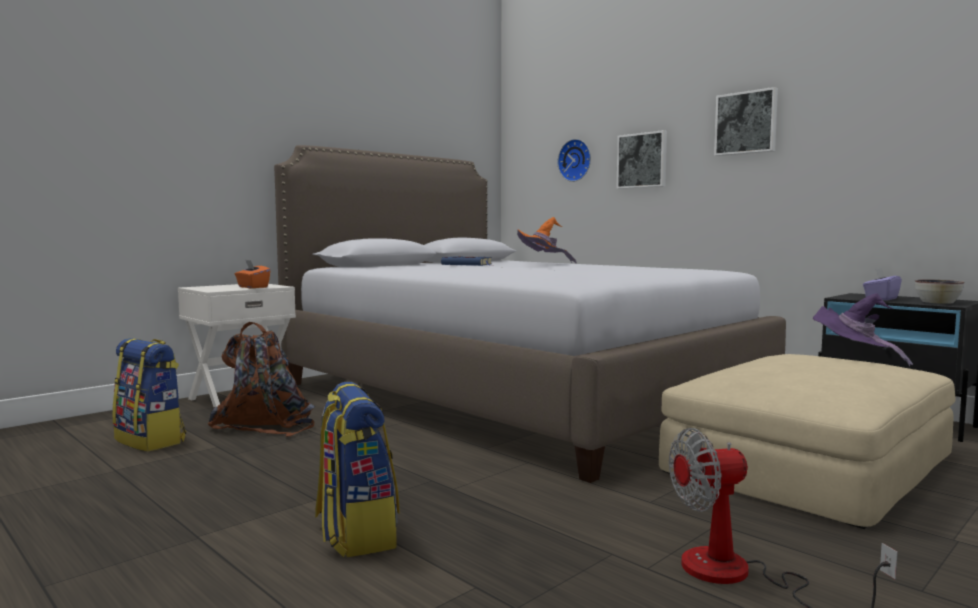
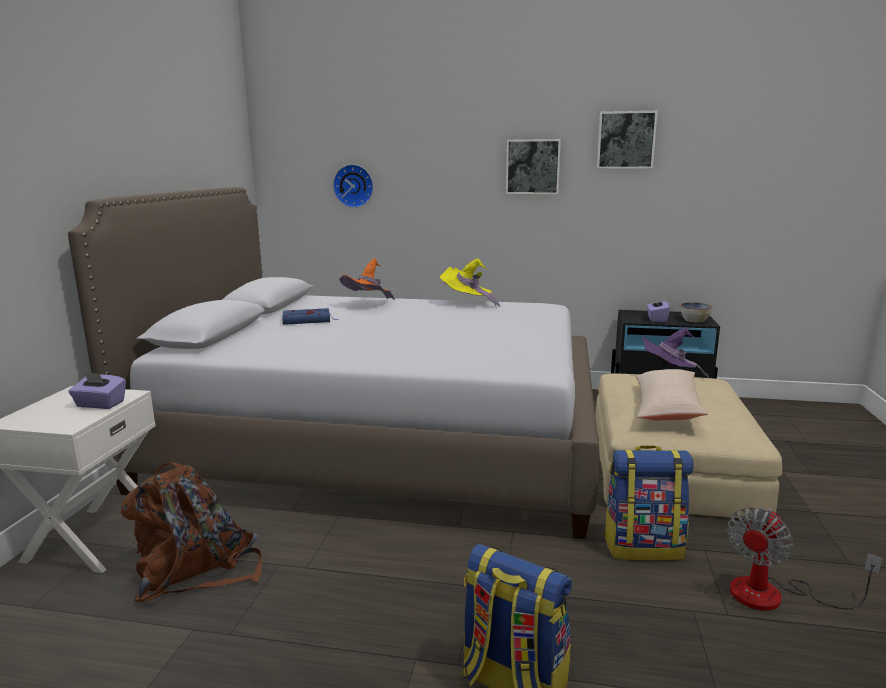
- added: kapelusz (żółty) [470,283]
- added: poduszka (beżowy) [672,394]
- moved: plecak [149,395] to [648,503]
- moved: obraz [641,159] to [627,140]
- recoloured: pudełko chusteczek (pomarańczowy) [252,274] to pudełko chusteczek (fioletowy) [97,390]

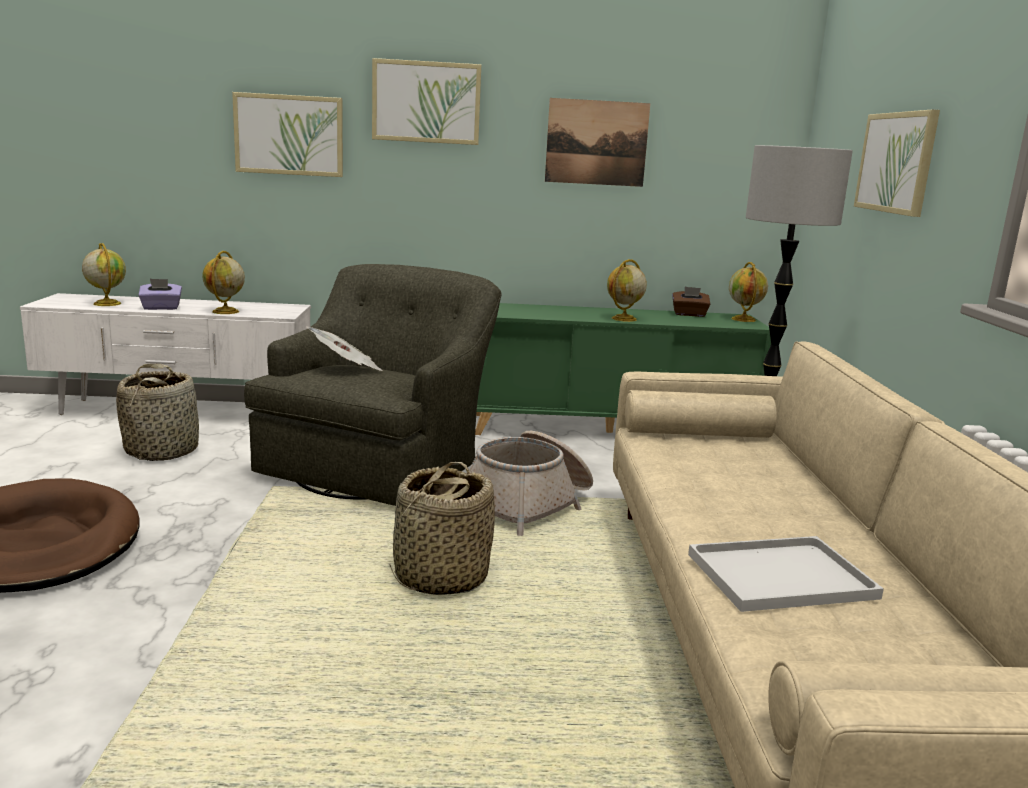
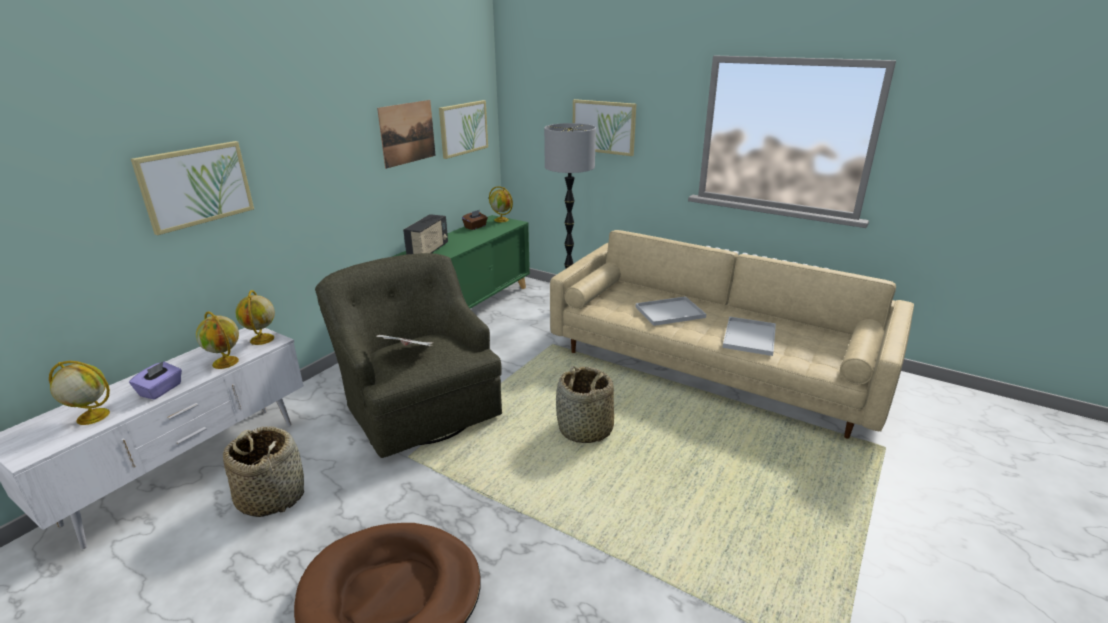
- removed: koszyk [531,483]
- added: radio [425,234]
- added: taca (biały) [671,311]
- moved: obraz [426,101] to [463,129]
- moved: globus [627,290] to [255,317]

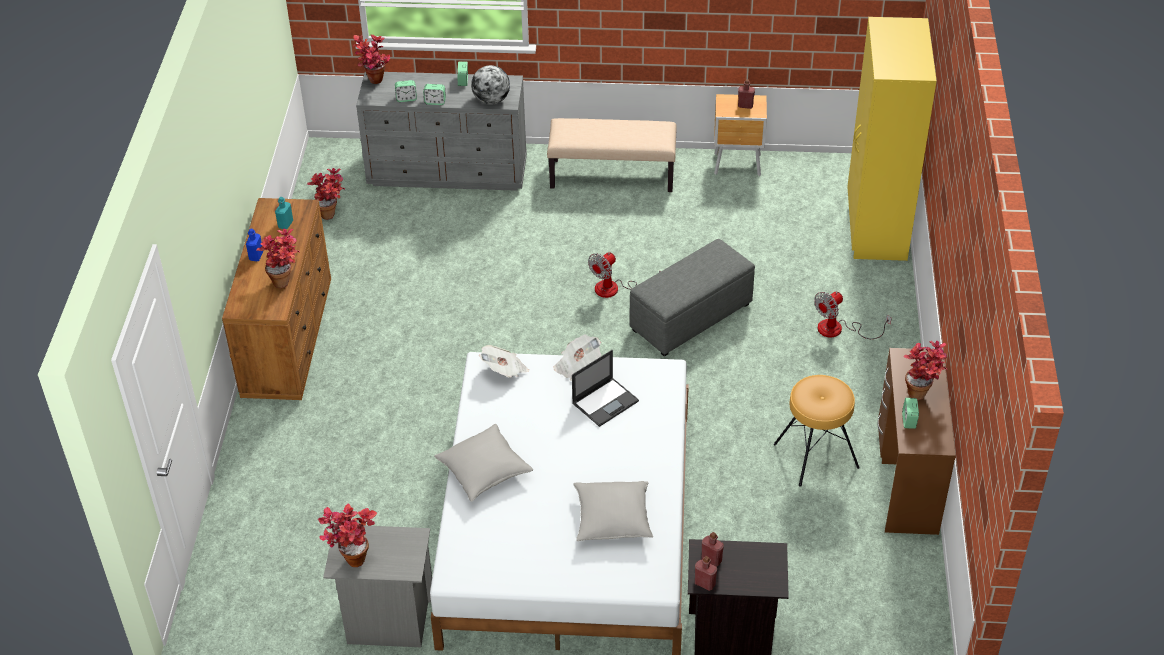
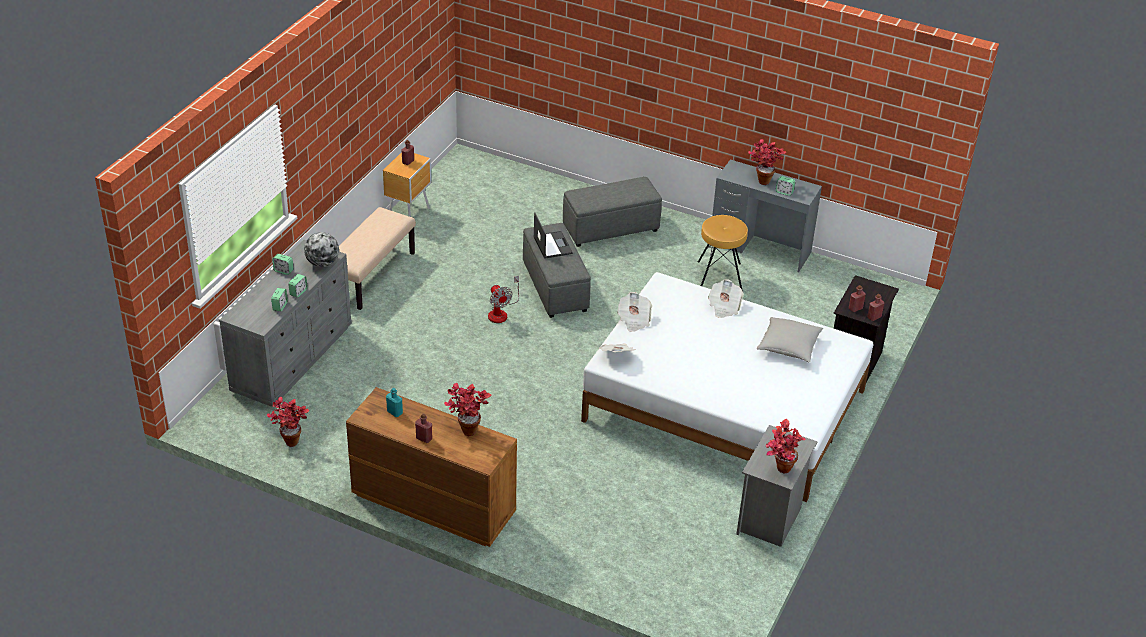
- removed: roślina doniczkowa [371,59]
- removed: poduszka (szary) [483,463]
- removed: szafa (żółty) [892,139]
- added: gazeta [726,298]
- moved: laptop [605,388] to [553,235]
- replaced: wentylator [852,315] to pufa (szary) [612,212]
- recoloured: butelka (niebieski) [254,245] to butelka (czerwony) [423,428]
- recoloured: biurko (brązowy) [916,441] to biurko (szary) [767,216]

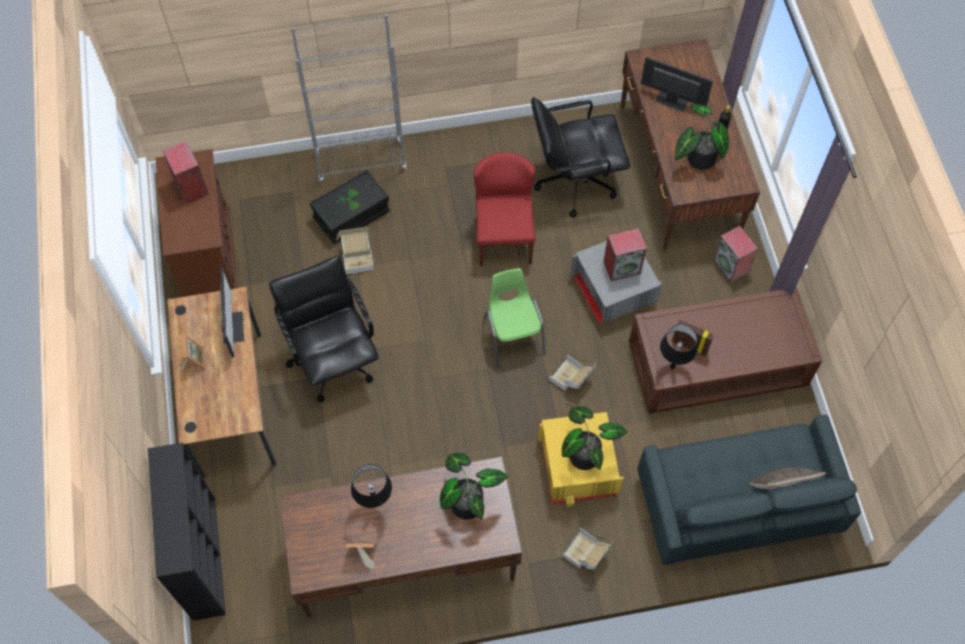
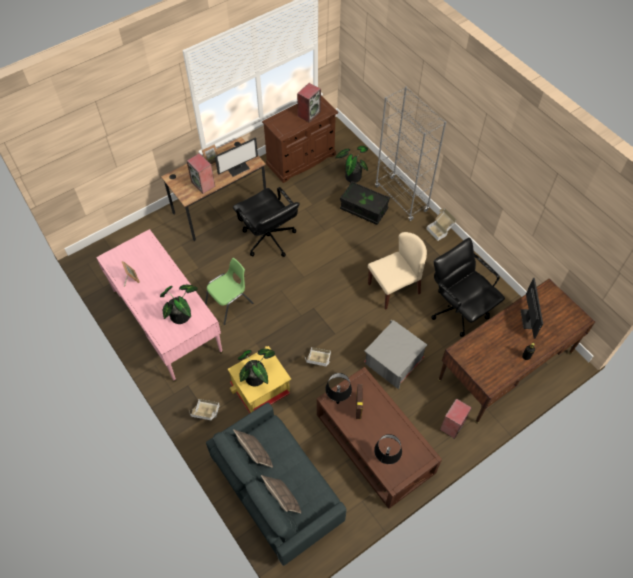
- removed: regał (czarny) [187,531]
- added: poduszka [253,448]
- moved: karton [355,250] to [441,224]
- moved: lampa stołowa (czarny) [371,486] to [388,449]
- moved: krzesło (zielony) [514,317] to [229,291]
- moved: głośnik [625,255] to [201,173]
- moved: roślina doniczkowa [702,137] to [351,164]
- recoloured: biurko (brązowy) [401,538] to biurko (różowy) [159,305]
- recoloured: krzesło (czerwony) [504,209] to krzesło (beżowy) [397,271]
- turned: krzesło biurowe (czarny) [324,329] = [266,222] 105 degrees clockwise

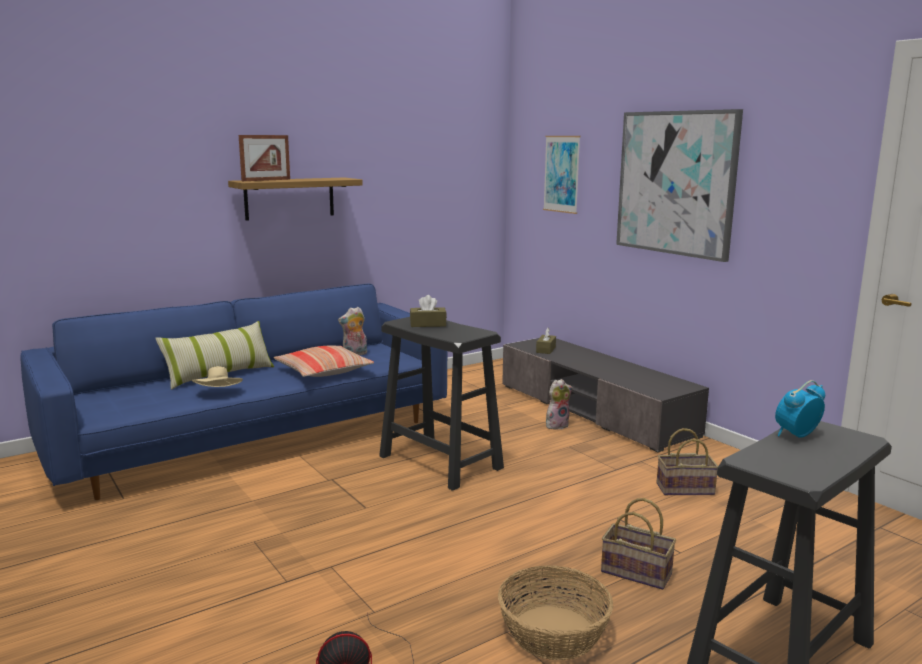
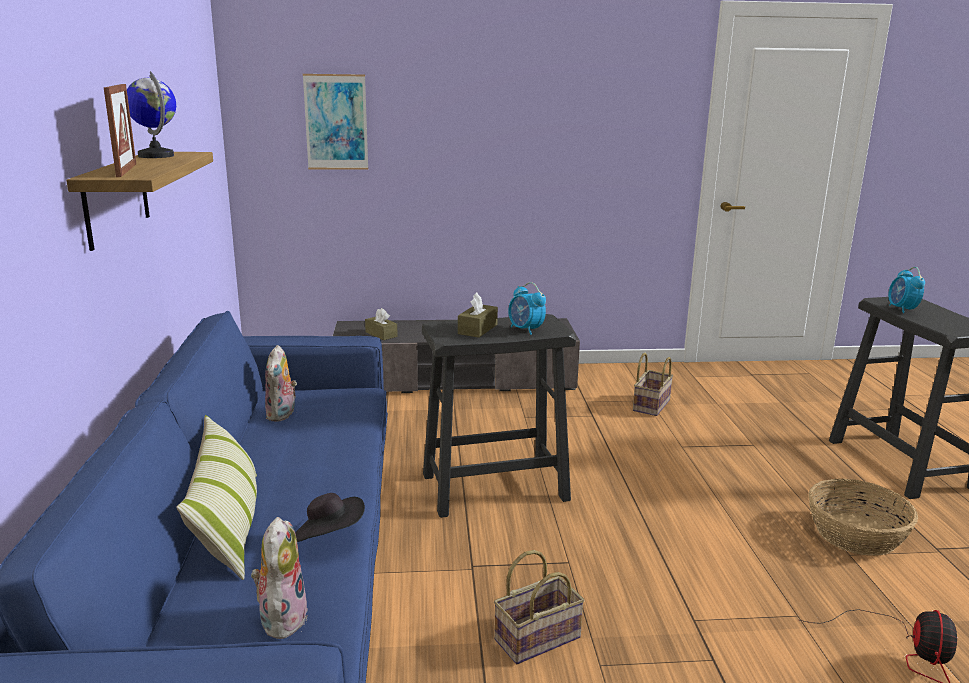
- removed: poduszka [324,361]
- removed: obraz [679,185]
- added: globus [151,114]
- added: budzik [527,308]
- moved: pluszak [559,404] to [279,578]
- moved: koszyk [638,544] to [539,607]
- recoloured: kapelusz (beżowy) [217,376] to kapelusz (czarny) [330,517]

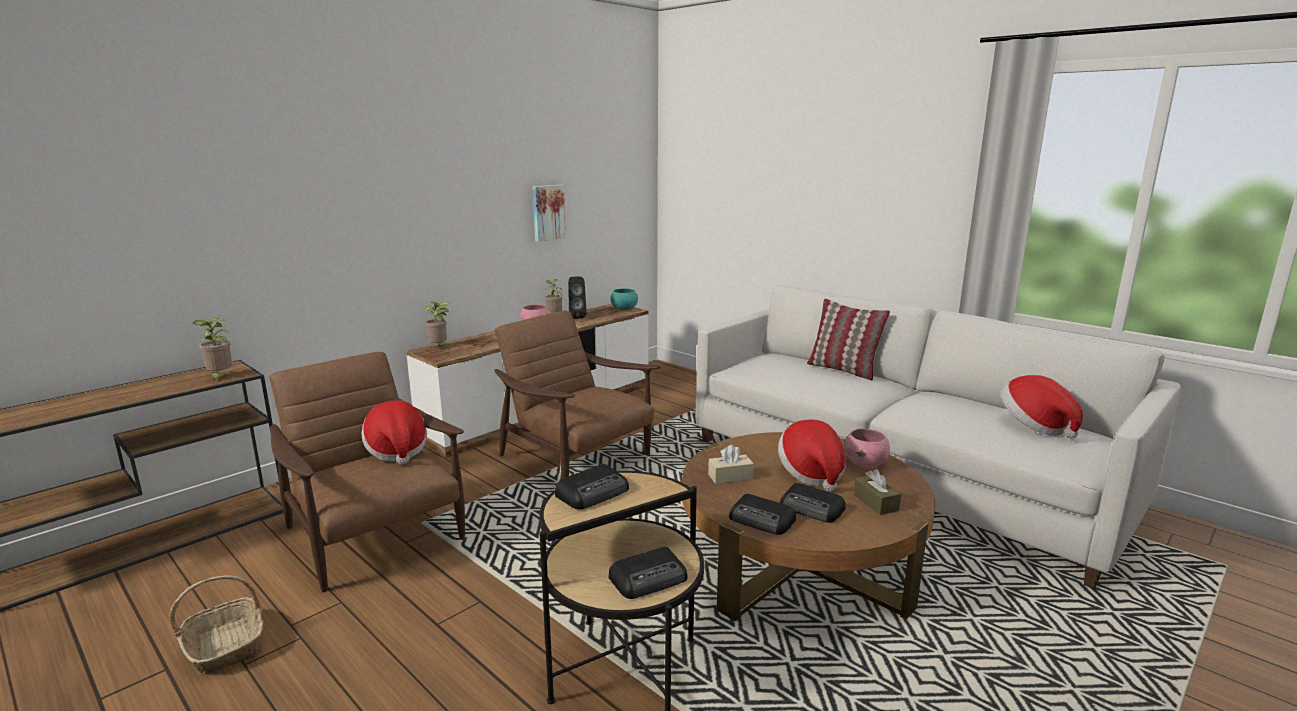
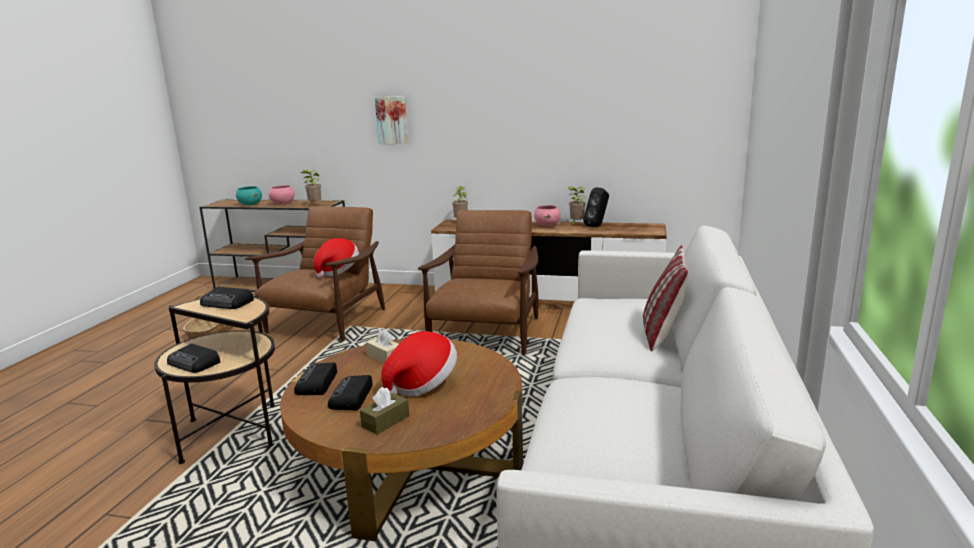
- removed: kapelusz [1042,407]
- moved: obraz [549,213] to [391,120]
- moved: miska (turkusowy) [624,299] to [249,196]
- moved: miska (różowy) [867,447] to [282,195]

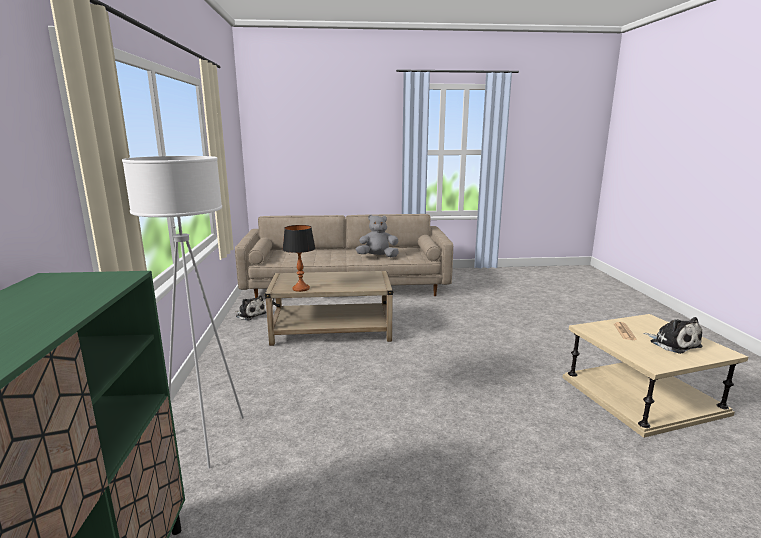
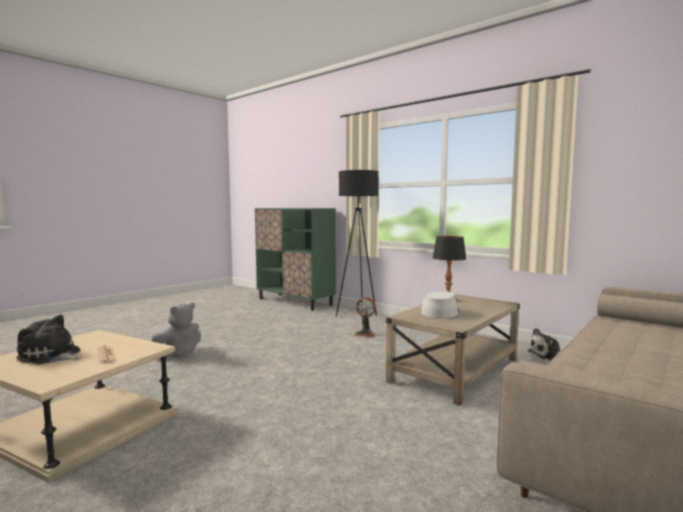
- added: wentylator [365,317]
- added: kapelusz (szary) [440,304]
- moved: pluszak (szary) [377,236] to [176,331]
- recoloured: lampa stojąca (biały) [183,312] to lampa stojąca (czarny) [357,247]

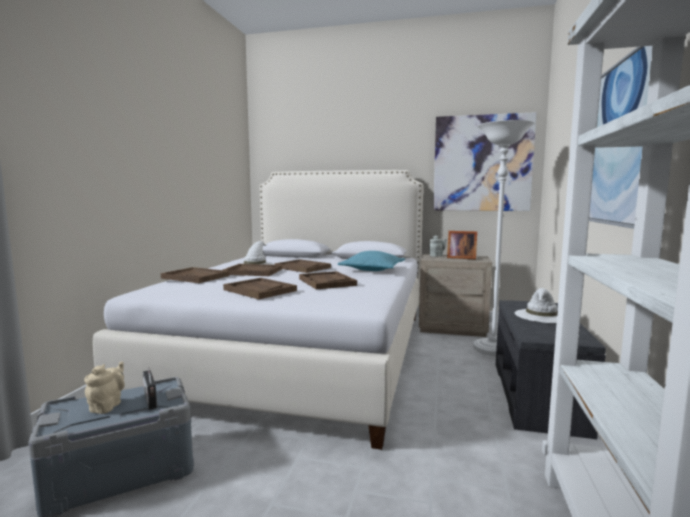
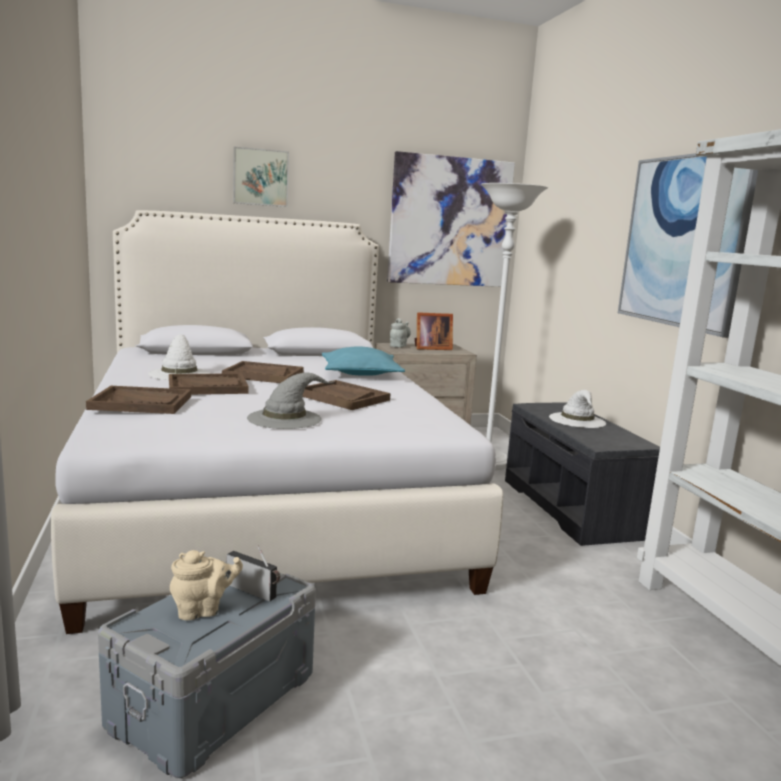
- added: obraz [261,177]
- replaced: taca (brązowy) [260,288] to kapelusz (szary) [291,400]
- turned: imbryk (beżowy) [104,387] = [206,585] 90 degrees clockwise

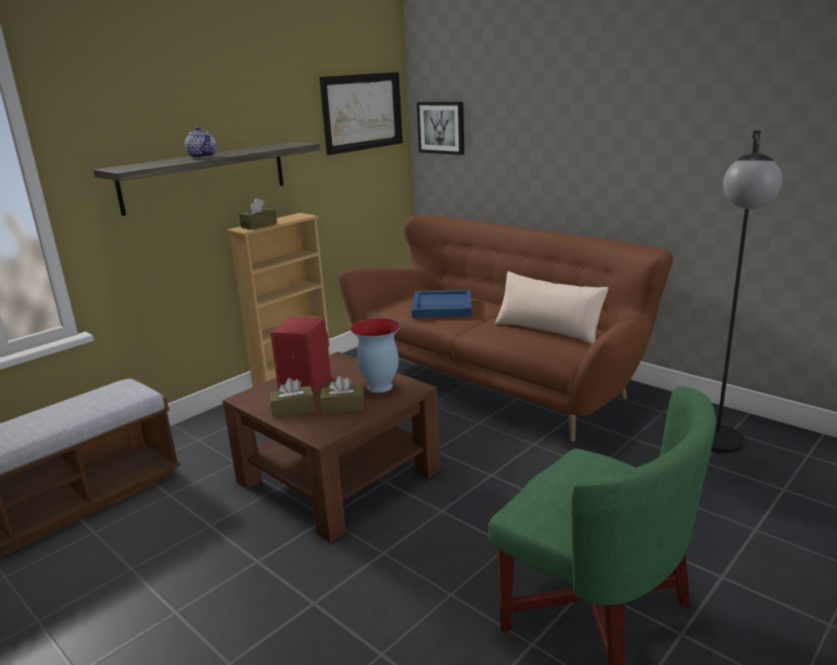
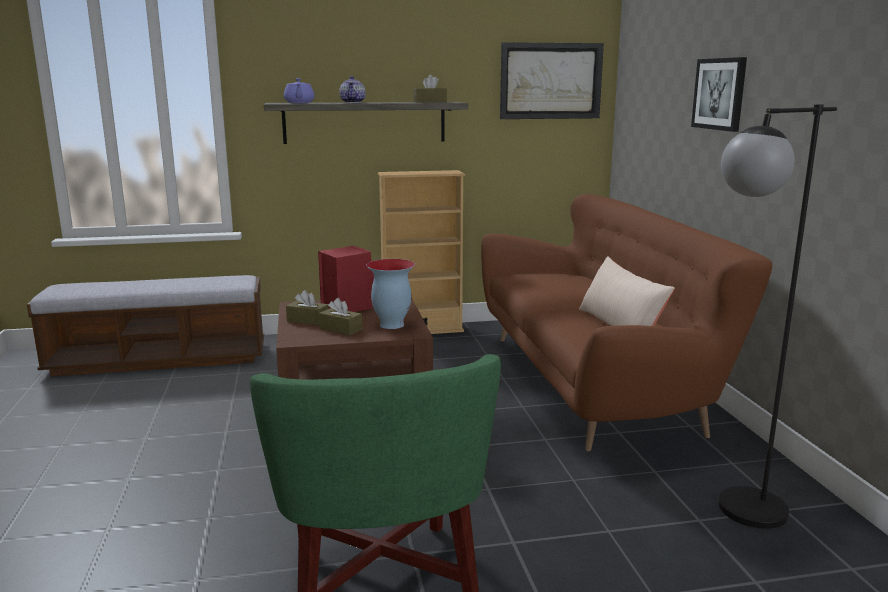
- removed: taca (niebieski) [442,304]
- added: imbryk (fioletowy) [299,90]
- moved: pudełko chusteczek (brązowy) [258,214] to [430,88]
- moved: obraz [440,128] to [719,94]

